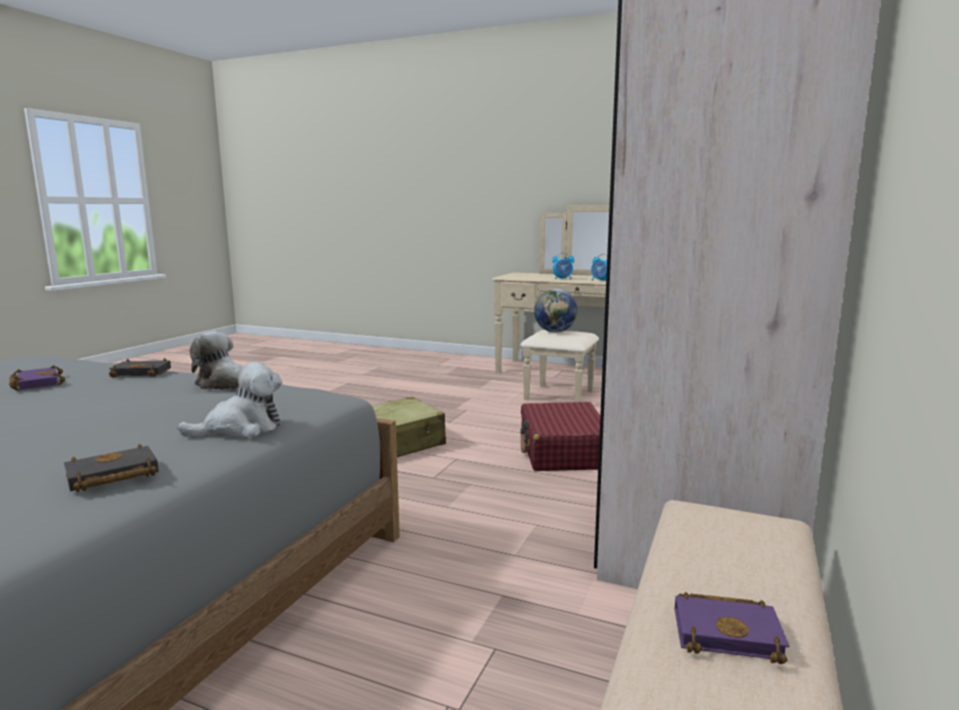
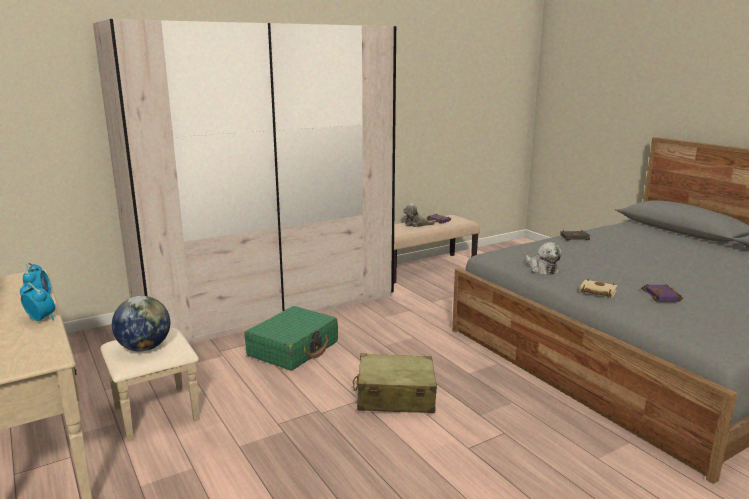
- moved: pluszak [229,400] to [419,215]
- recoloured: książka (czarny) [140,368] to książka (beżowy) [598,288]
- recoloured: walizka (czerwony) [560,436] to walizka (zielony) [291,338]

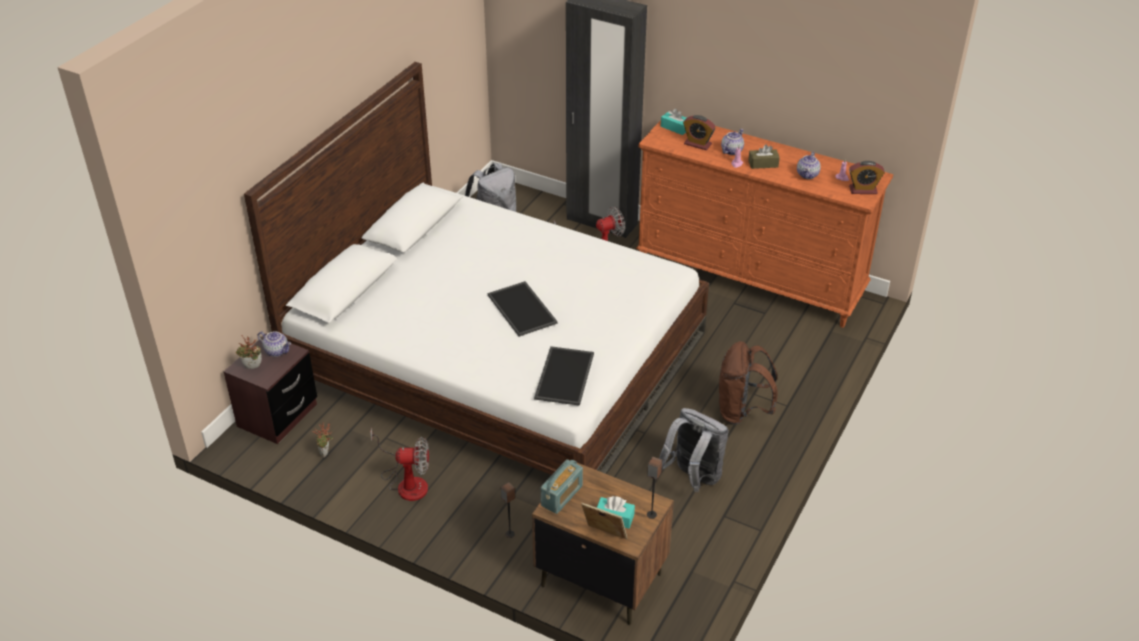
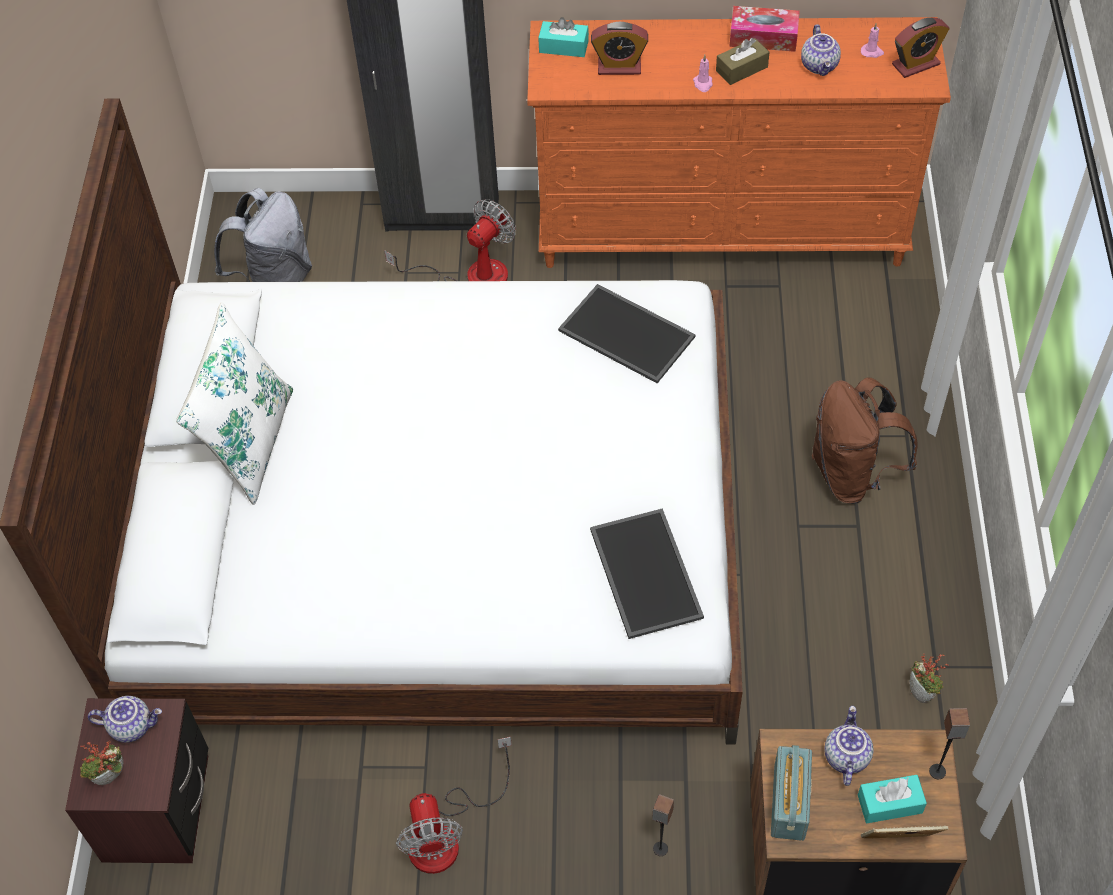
- removed: plecak (szary) [694,450]
- added: poduszka (biały) [234,403]
- added: pudełko chusteczek [764,29]
- moved: roślina doniczkowa [322,440] to [929,678]
- moved: taca [523,309] to [626,333]
- moved: imbryk [732,142] to [849,746]
- turned: wentylator [399,464] = [454,805] 105 degrees clockwise

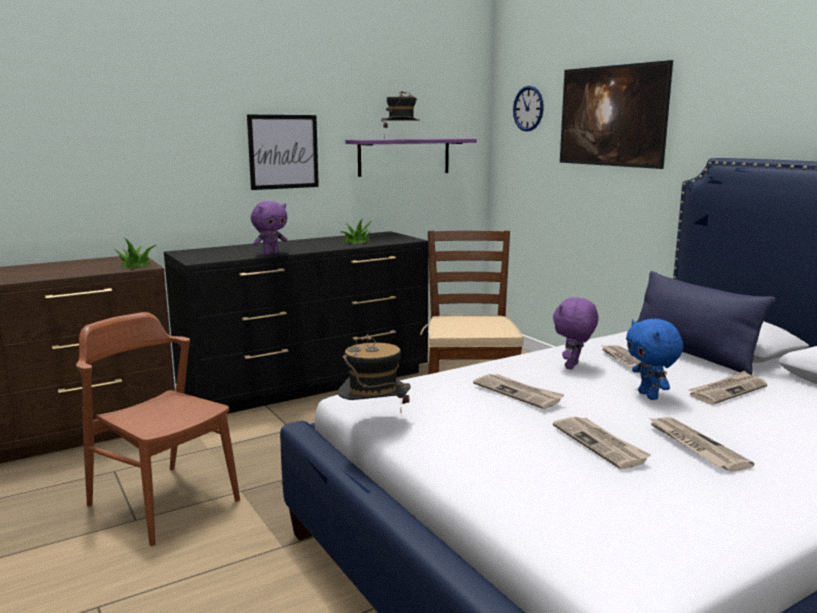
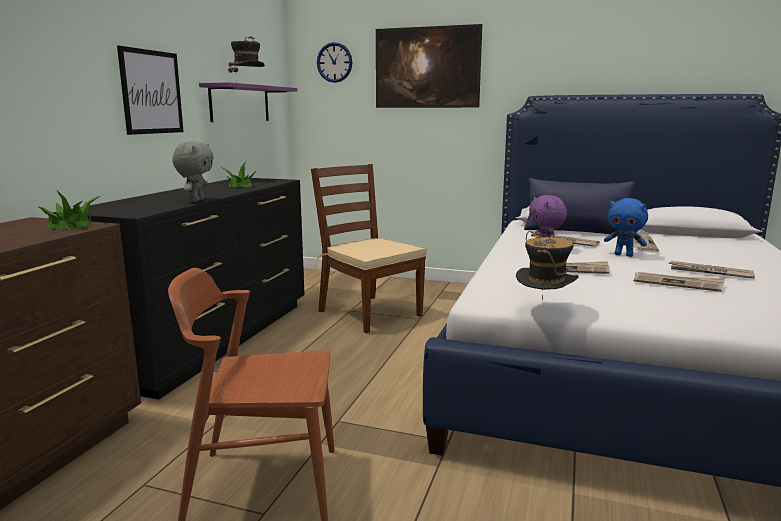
- recoloured: pluszak (fioletowy) [269,228] to pluszak (szary) [193,171]

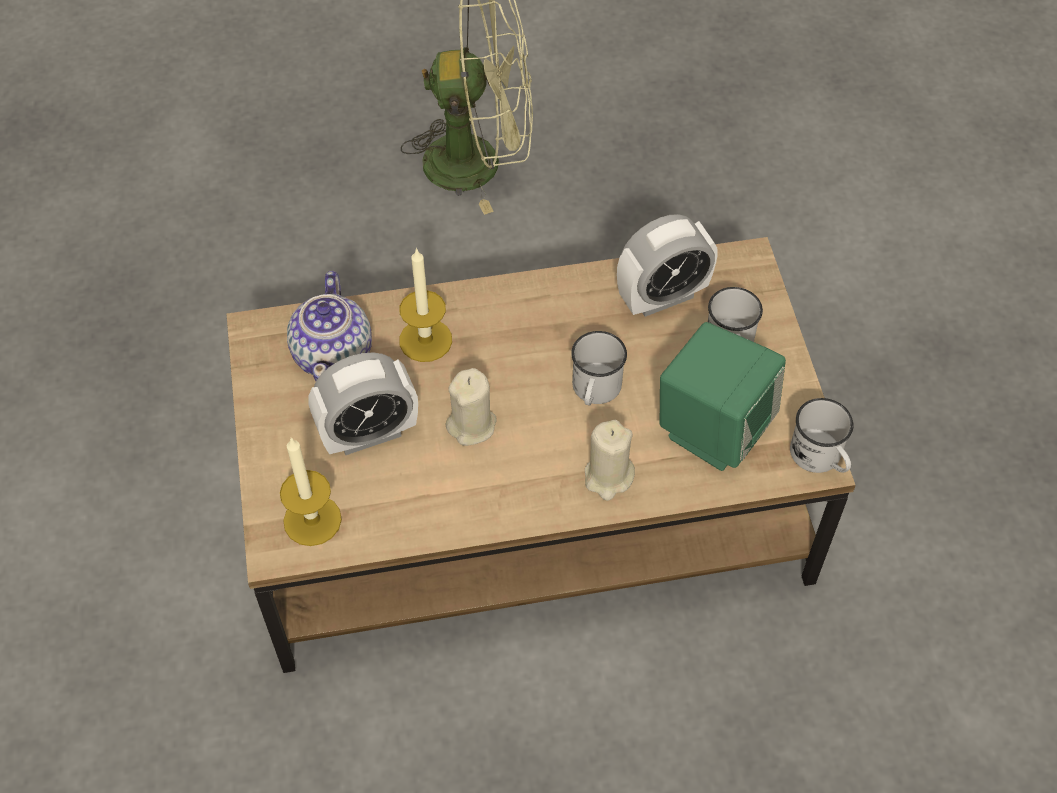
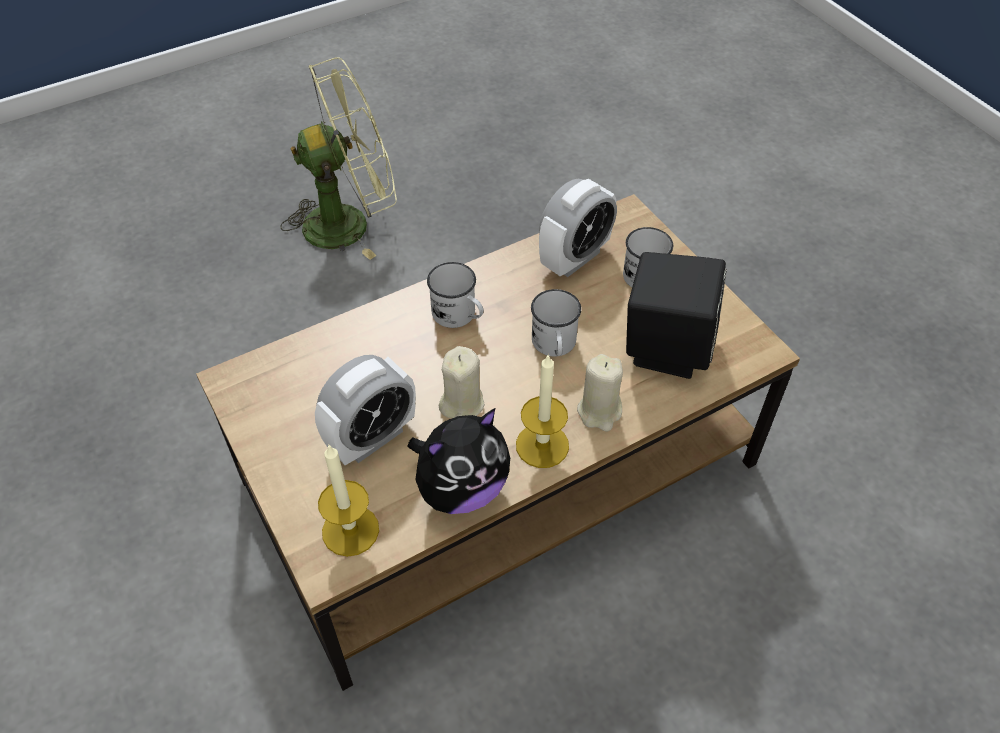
- removed: imbryk [329,326]
- added: pluszak [458,461]
- moved: świeca [425,305] to [542,411]
- moved: kubek (biały) [822,435] to [455,295]
- recoloured: głośnik (zielony) [722,396] to głośnik (czarny) [676,315]

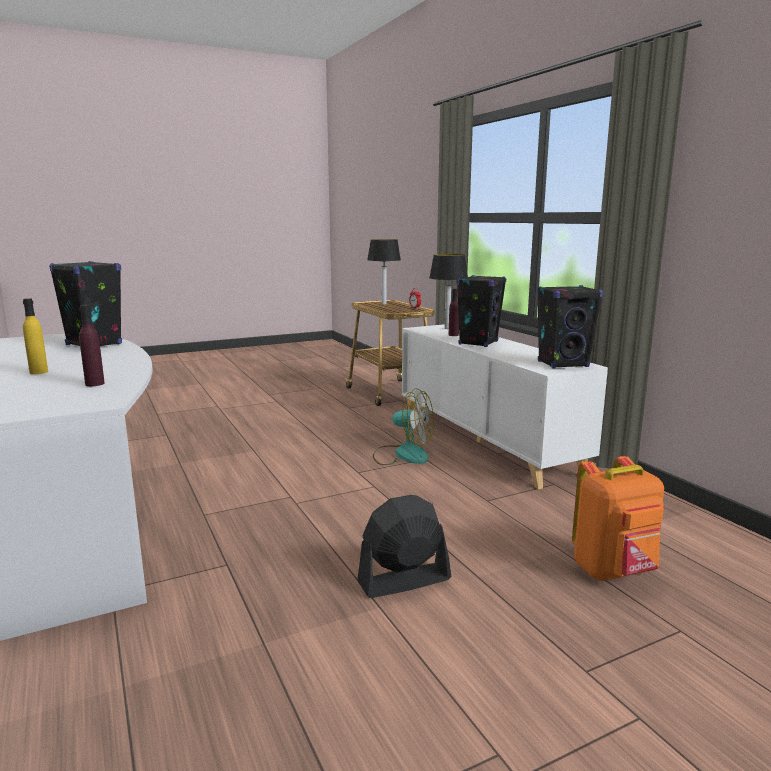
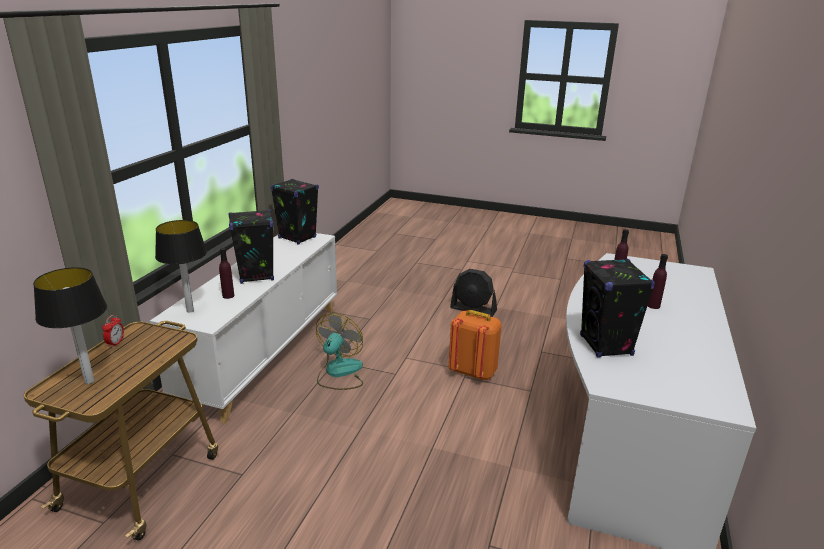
- moved: plecak (pomarańczowy) [618,518] to [475,345]
- recoloured: butelka (żółty) [35,336] to butelka (fioletowy) [658,281]
- turned: wentylator [403,426] = [339,351] 45 degrees clockwise

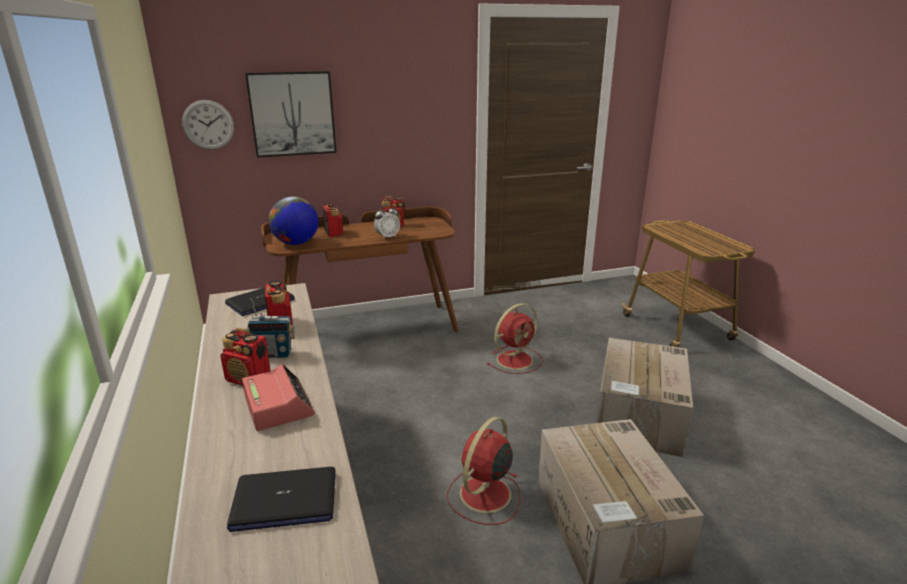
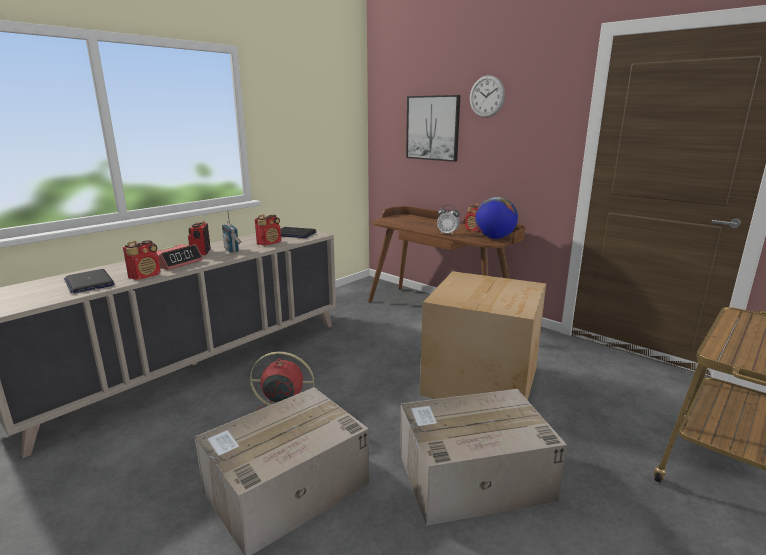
- moved: zegar ścienny [208,125] to [487,96]
- moved: globus [294,220] to [496,218]
- moved: radio [332,220] to [142,260]
- replaced: wentylator (czerwony) [515,338] to karton [483,335]

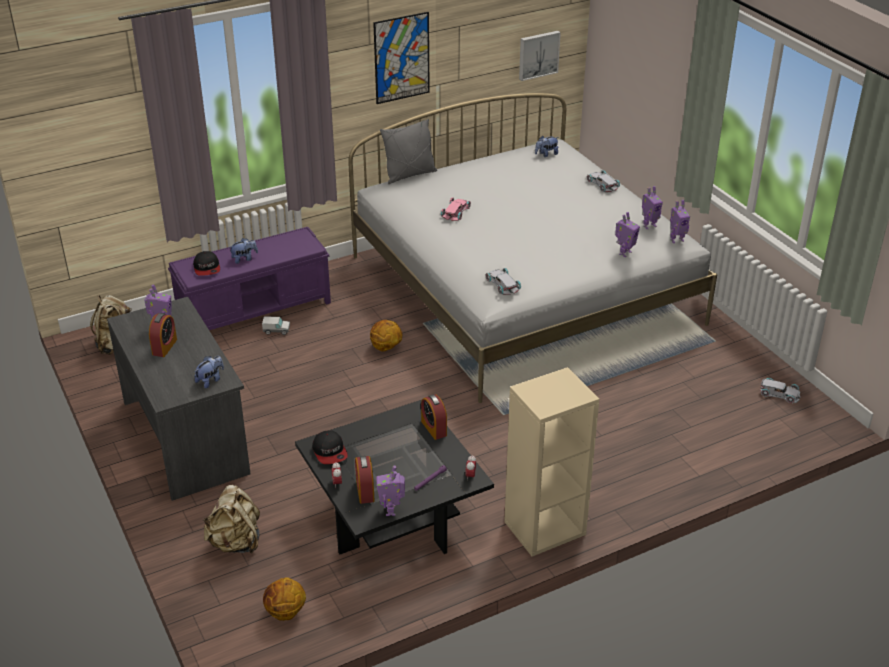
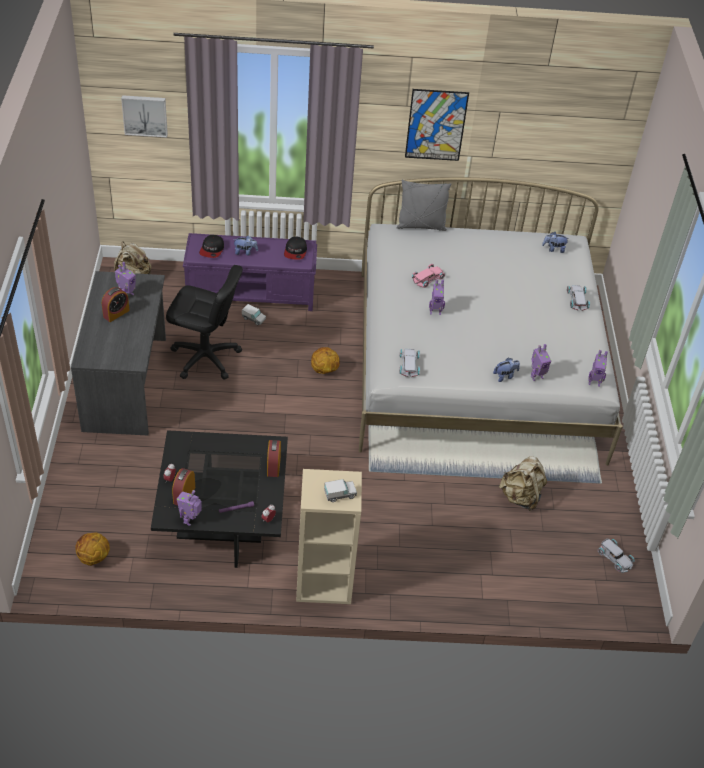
- added: krzesło biurowe (czarny) [204,322]
- added: ciężarówka zabawkowa [340,490]
- moved: pluszak [209,372] to [506,370]
- moved: plecak (beżowy) [231,519] to [523,483]
- moved: czapka z daszkiem [330,447] to [295,248]
- moved: obraz [540,56] to [144,116]
- moved: robot zabawkowy [652,207] to [437,297]

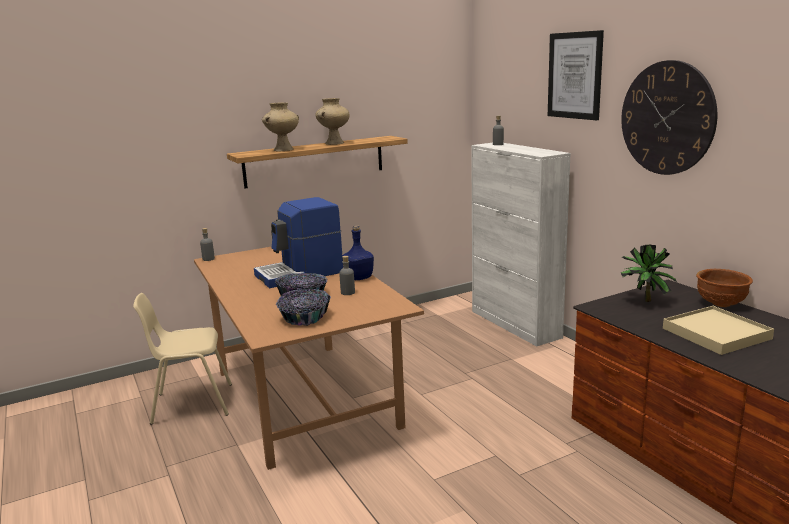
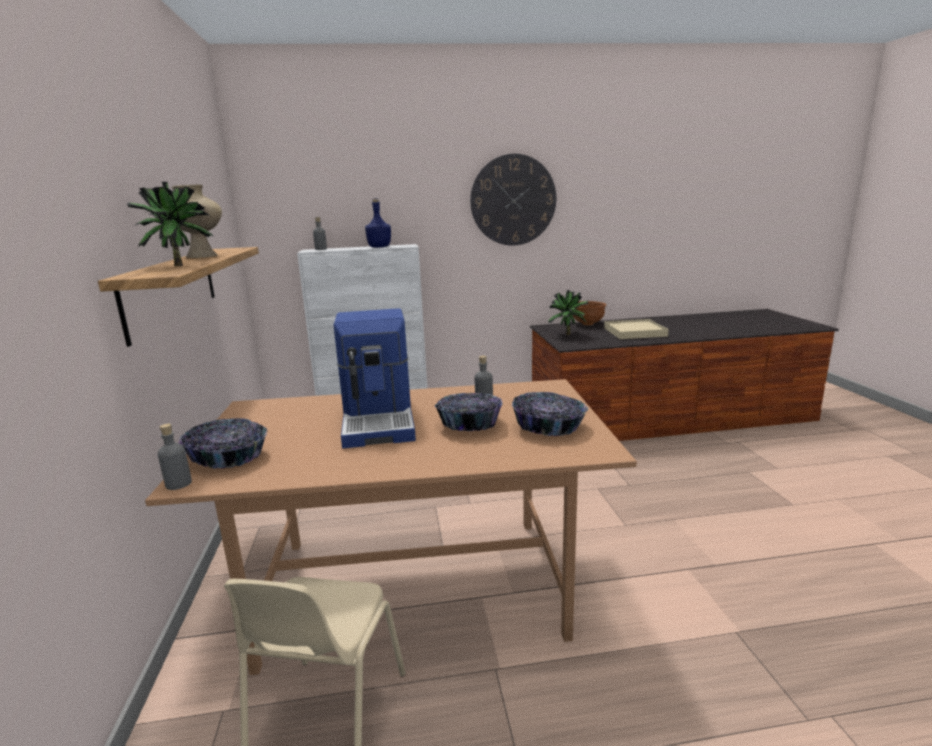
- removed: obraz [576,75]
- added: miska [223,443]
- moved: butelka (niebieski) [358,252] to [378,223]
- replaced: wazon (beżowy) [280,126] to roślina doniczkowa [170,224]

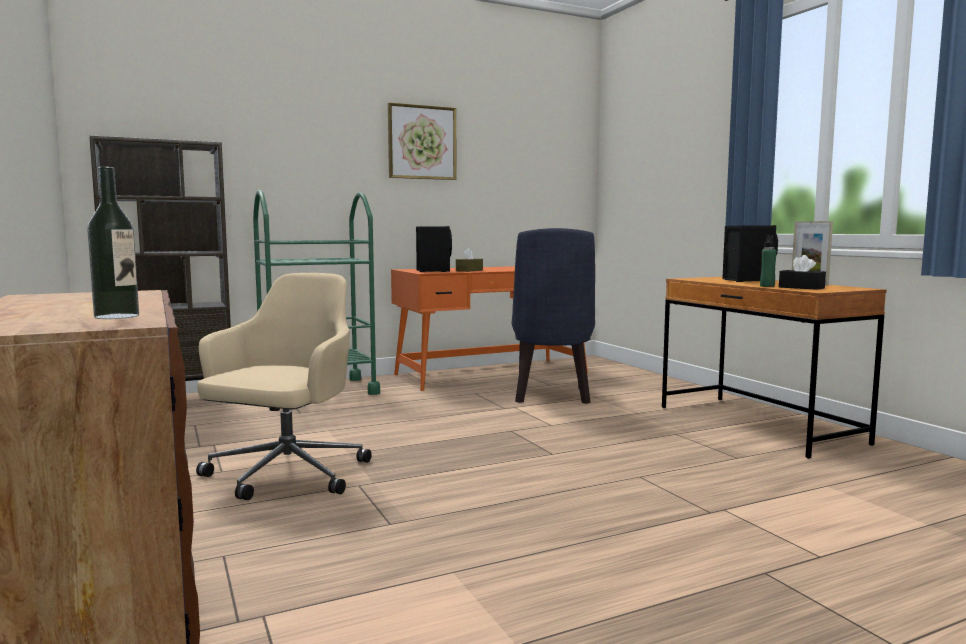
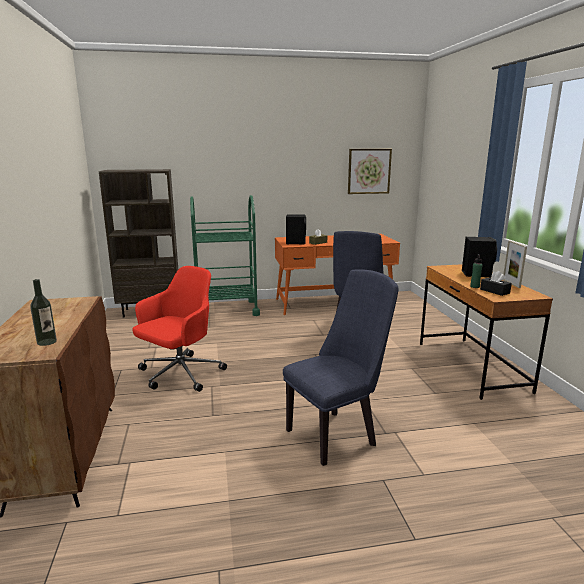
- added: krzesło (niebieski) [341,367]
- moved: obraz [422,141] to [370,171]
- recoloured: krzesło biurowe (beżowy) [284,386] to krzesło biurowe (czerwony) [179,329]

